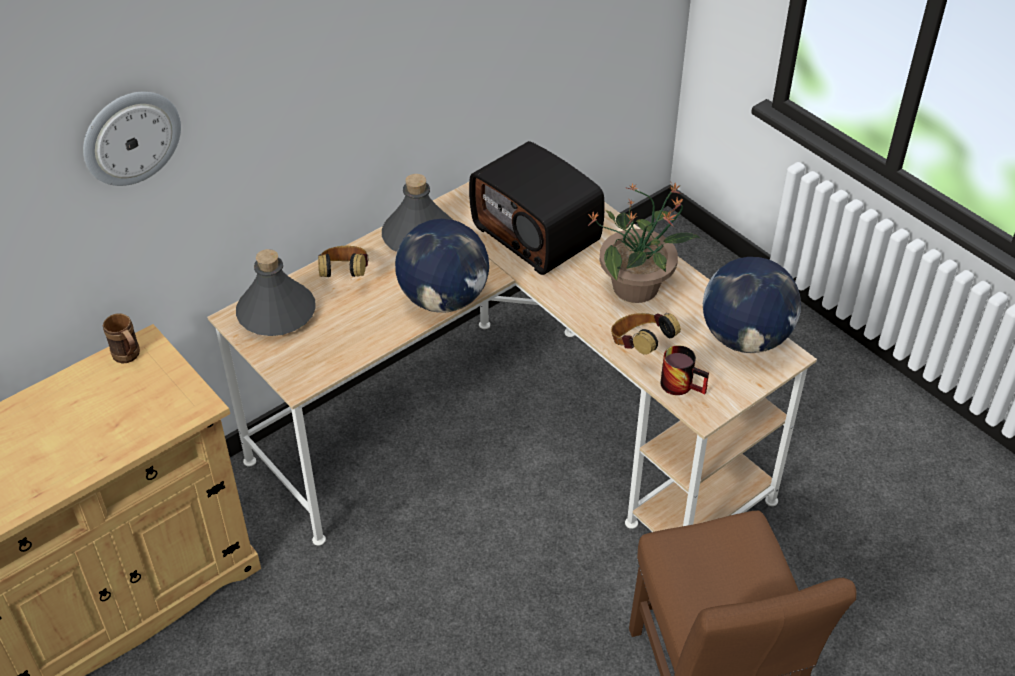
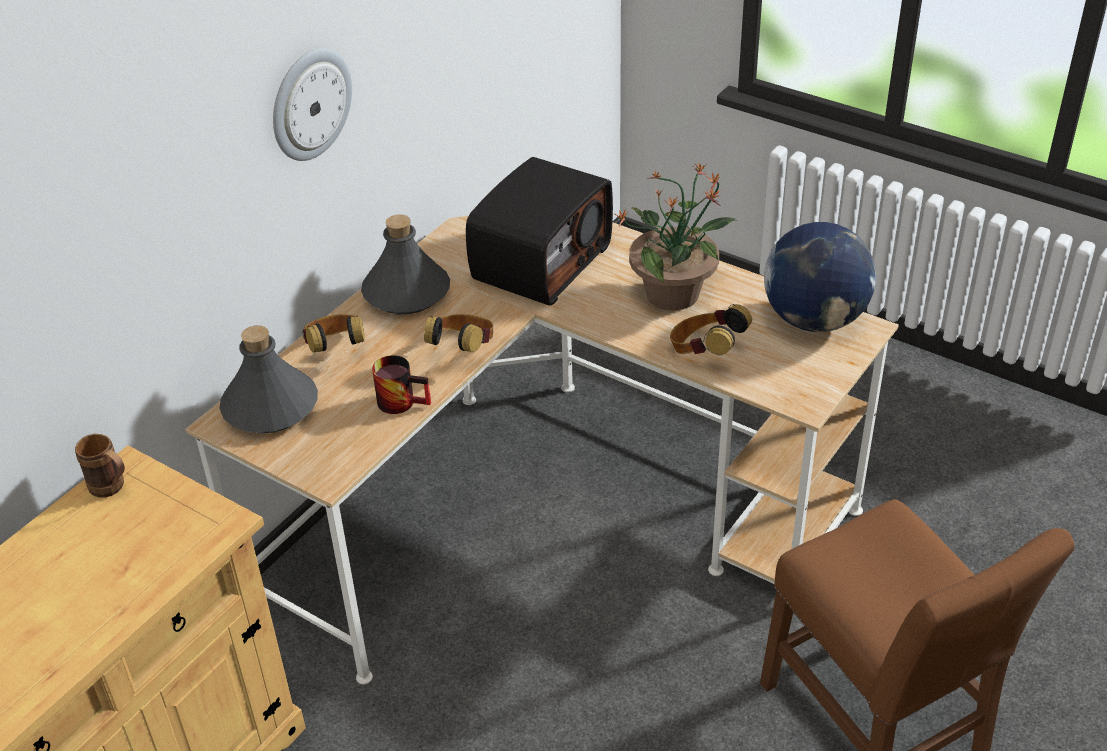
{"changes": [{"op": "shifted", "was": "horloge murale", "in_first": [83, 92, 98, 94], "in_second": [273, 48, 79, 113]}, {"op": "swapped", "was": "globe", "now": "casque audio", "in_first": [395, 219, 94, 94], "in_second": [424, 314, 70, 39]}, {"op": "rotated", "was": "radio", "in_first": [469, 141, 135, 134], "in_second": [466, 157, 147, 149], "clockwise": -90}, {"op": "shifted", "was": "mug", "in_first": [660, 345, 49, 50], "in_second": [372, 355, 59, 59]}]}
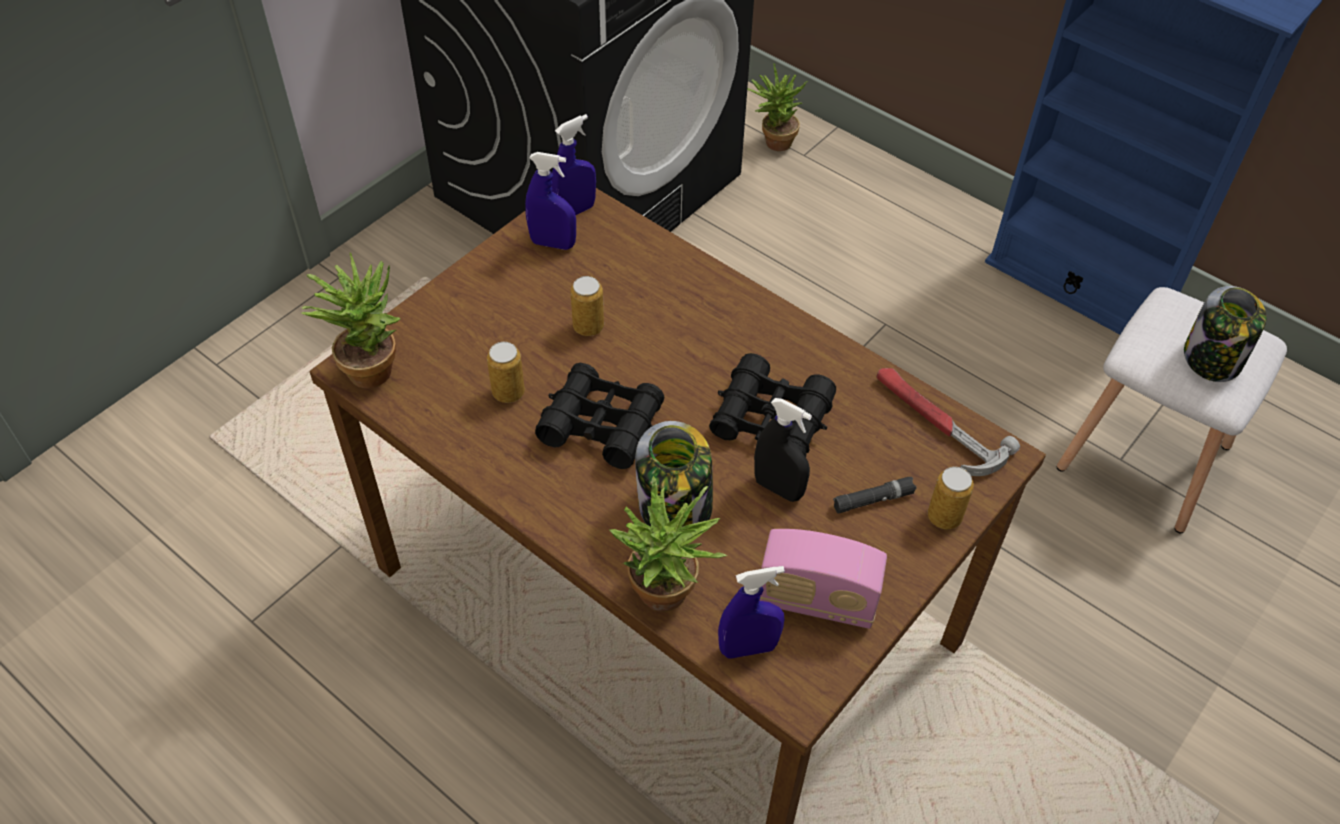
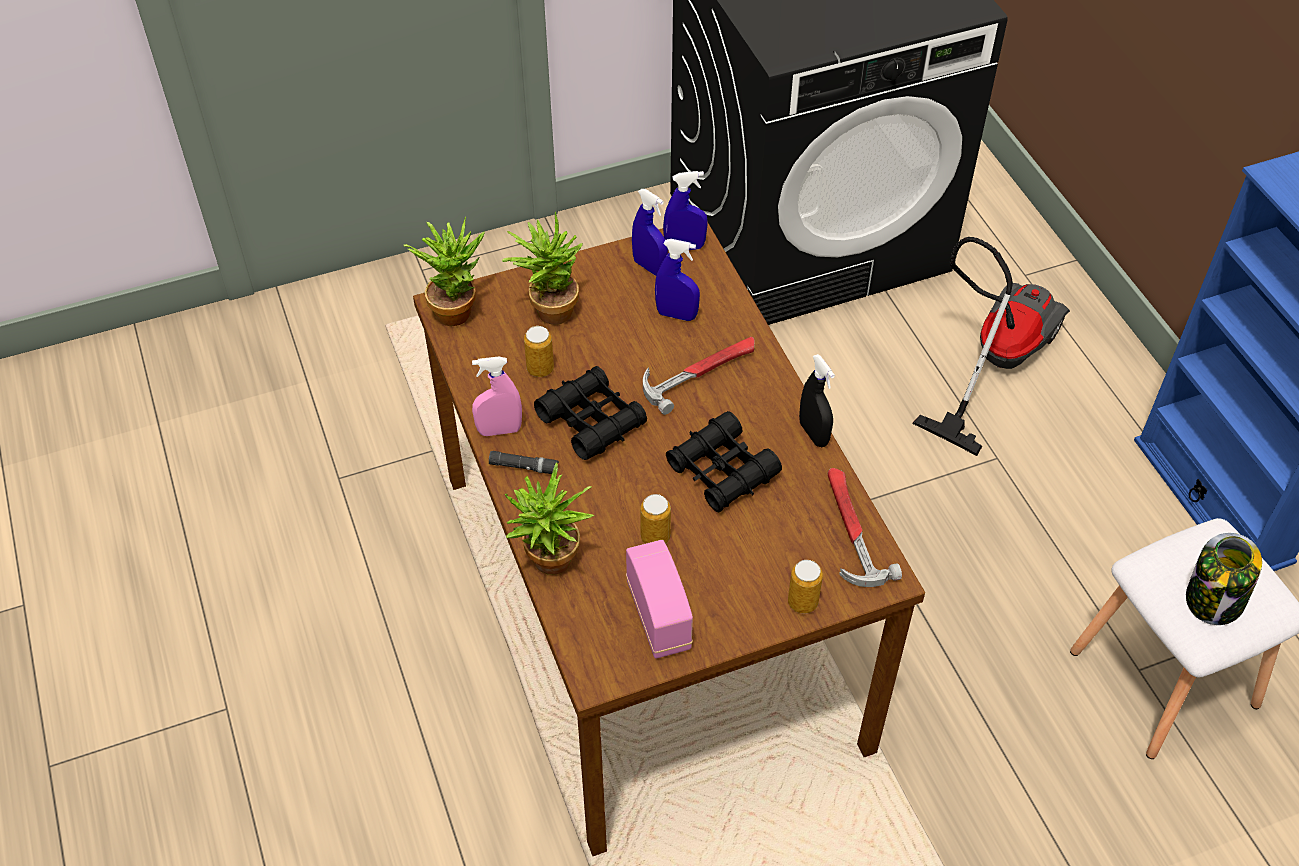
{"changes": [{"op": "shifted", "was": "boîte métallique", "in_first": [570, 276, 34, 60], "in_second": [640, 494, 31, 50]}, {"op": "gone", "was": "bocal", "in_first": [635, 421, 78, 106]}, {"op": "shifted", "was": "vaporisateur/bleu", "in_first": [718, 566, 67, 93], "in_second": [655, 239, 45, 82]}, {"op": "shifted", "was": "plante en pot", "in_first": [747, 63, 61, 88], "in_second": [502, 211, 81, 114]}, {"op": "shifted", "was": "vaporisateur/noir", "in_first": [754, 398, 58, 104], "in_second": [799, 354, 36, 93]}, {"op": "rotated", "was": "radio", "in_first": [759, 529, 128, 100], "in_second": [626, 540, 67, 118], "clockwise": -150}, {"op": "shifted", "was": "lampe de poche/noir", "in_first": [833, 477, 84, 37], "in_second": [489, 451, 70, 23]}, {"op": "new", "now": "vaporisateur/rose", "in_second": [472, 356, 50, 80]}, {"op": "new", "now": "marteau", "in_second": [643, 337, 112, 78]}, {"op": "new", "now": "aspirateur", "in_second": [912, 237, 158, 219]}]}
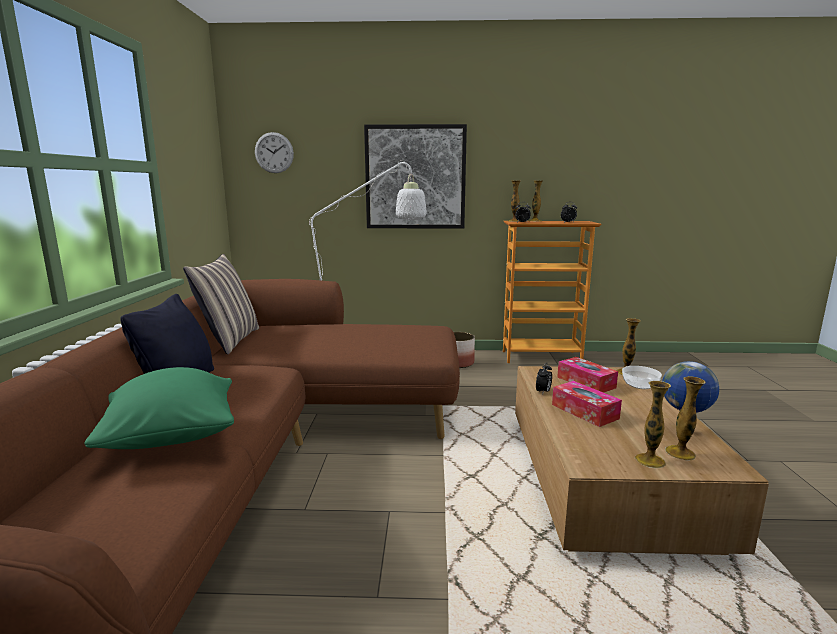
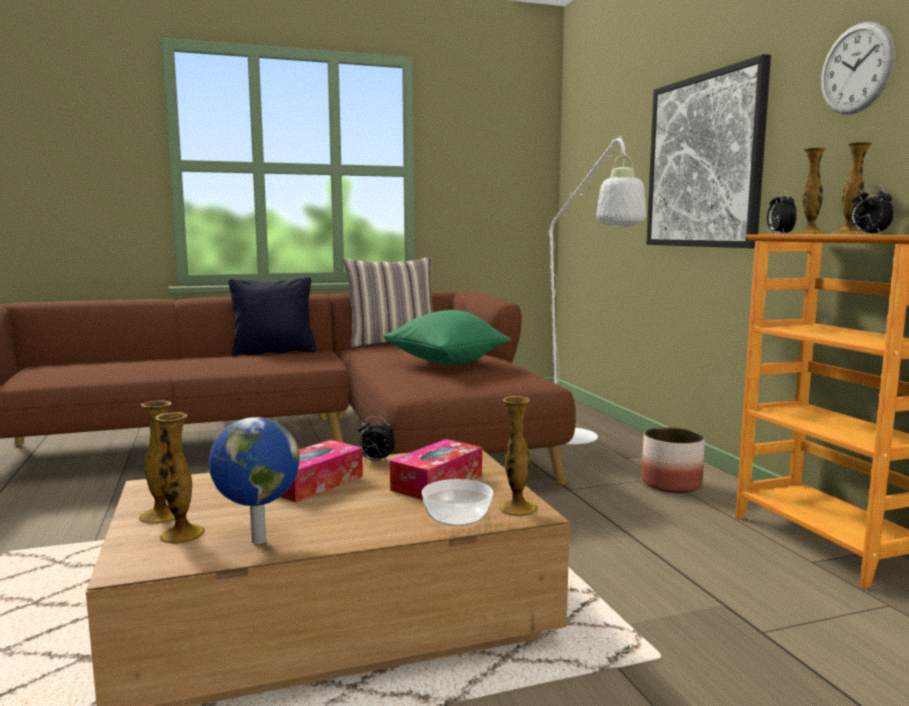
{"changes": [{"op": "shifted", "was": "coussin/vert", "in_first": [84, 367, 150, 82], "in_second": [383, 310, 128, 55]}, {"op": "shifted", "was": "horloge murale", "in_first": [255, 132, 39, 41], "in_second": [821, 21, 74, 93]}]}
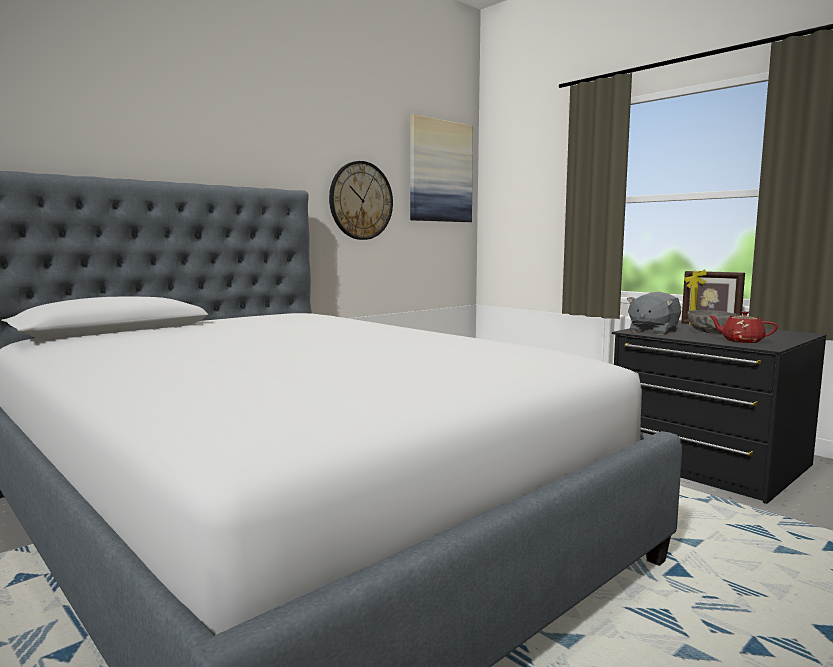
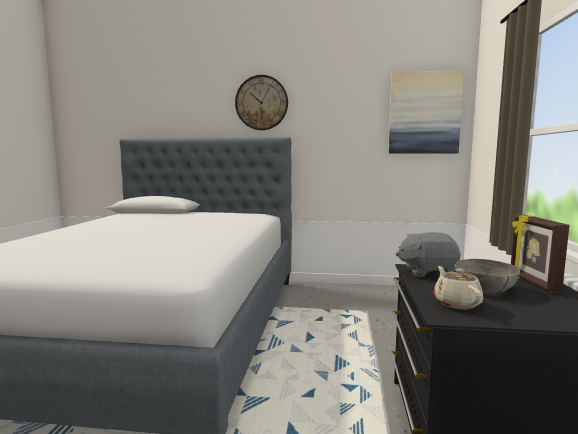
{"changes": [{"op": "shifted", "was": "horloge murale", "in_first": [329, 161, 64, 79], "in_second": [235, 75, 53, 55]}, {"op": "repainted", "was": "théière/rouge", "now": "théière/beige", "in_first": [709, 311, 69, 32], "in_second": [434, 266, 49, 43]}]}
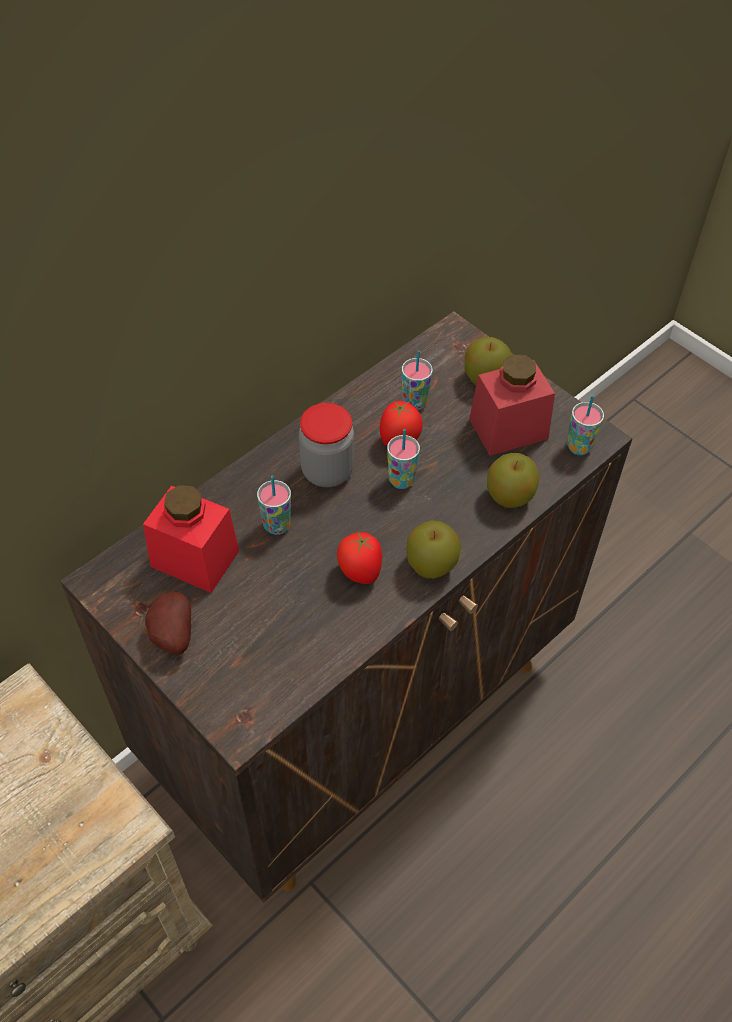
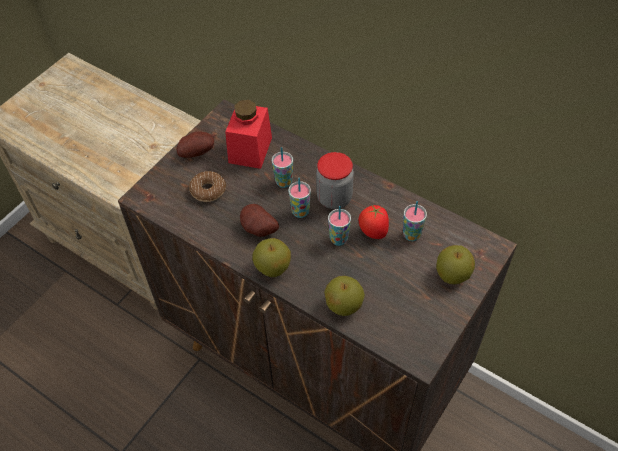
{"changes": [{"op": "swapped", "was": "tomate", "now": "pomme de terre", "in_first": [337, 532, 45, 52], "in_second": [240, 204, 39, 33]}, {"op": "gone", "was": "bocal/rouge", "in_first": [469, 355, 86, 101]}, {"op": "shifted", "was": "tasse", "in_first": [567, 395, 37, 60], "in_second": [288, 178, 23, 40]}, {"op": "new", "now": "beignet", "in_second": [189, 171, 37, 31]}]}
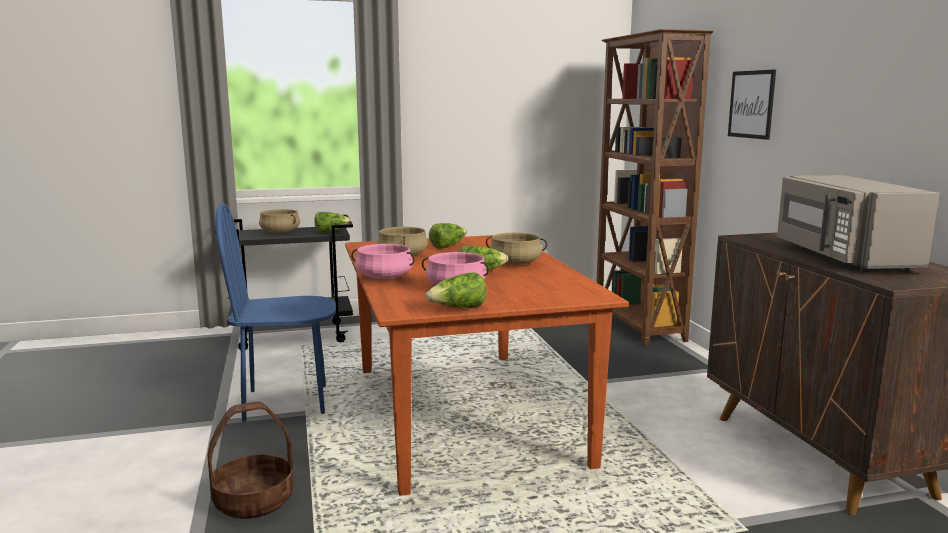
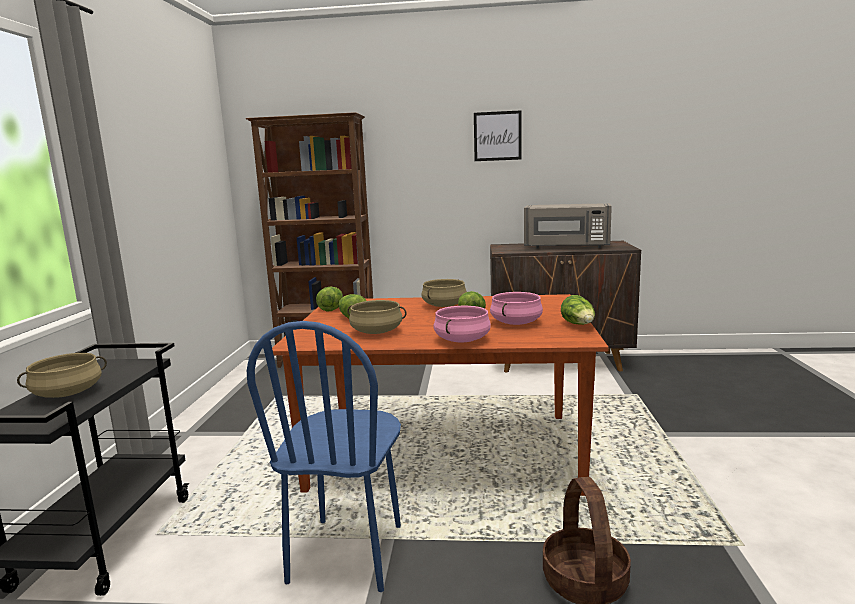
{"changes": [{"op": "shifted", "was": "laitue", "in_first": [314, 212, 38, 21], "in_second": [316, 287, 27, 25]}, {"op": "shifted", "was": "tableau", "in_first": [728, 70, 48, 70], "in_second": [474, 110, 47, 51]}]}
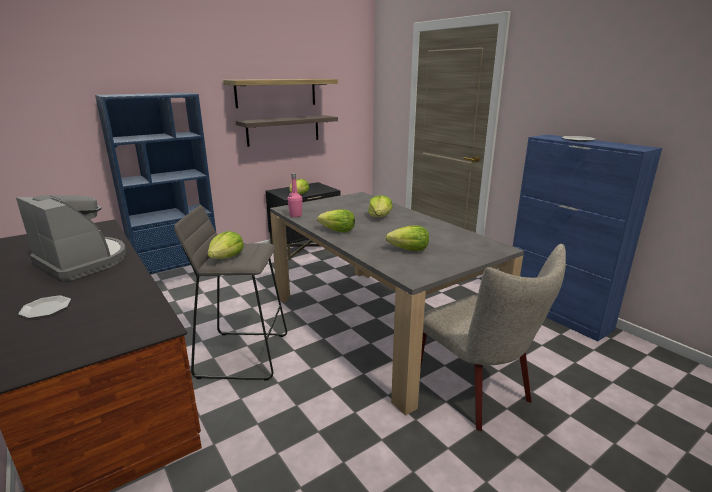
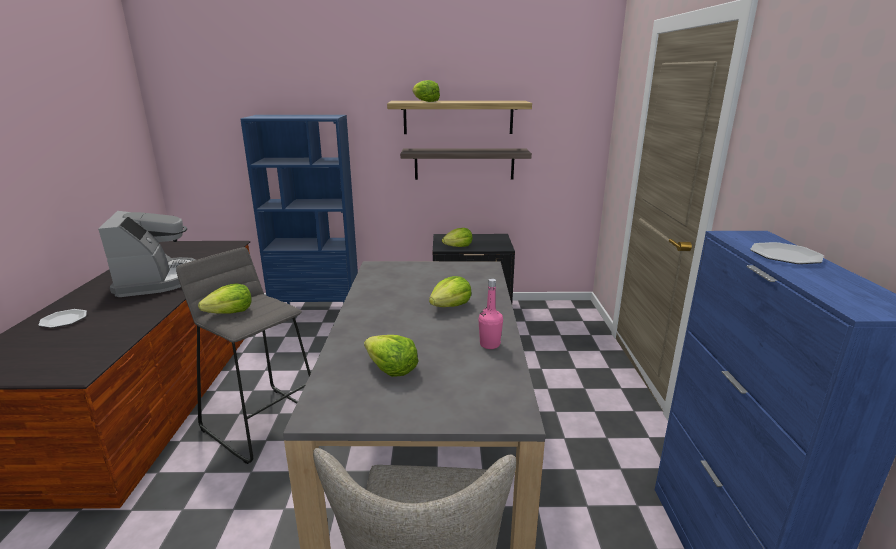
{"changes": [{"op": "shifted", "was": "bouteille/rose", "in_first": [287, 173, 15, 44], "in_second": [478, 279, 25, 70]}, {"op": "shifted", "was": "laitue", "in_first": [317, 209, 38, 24], "in_second": [412, 80, 28, 22]}]}
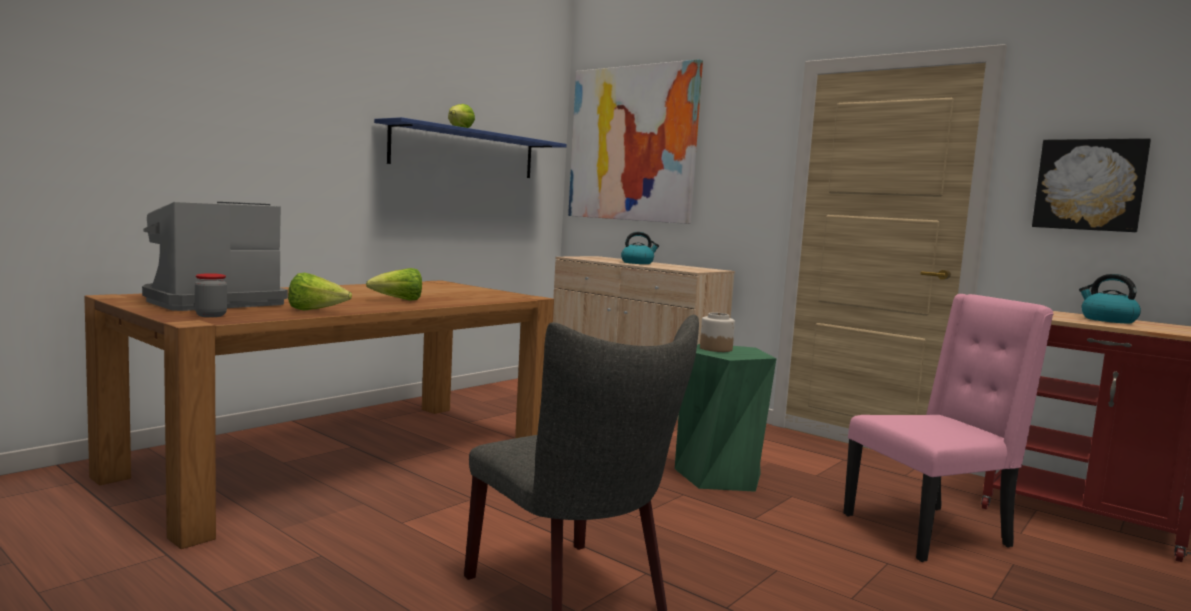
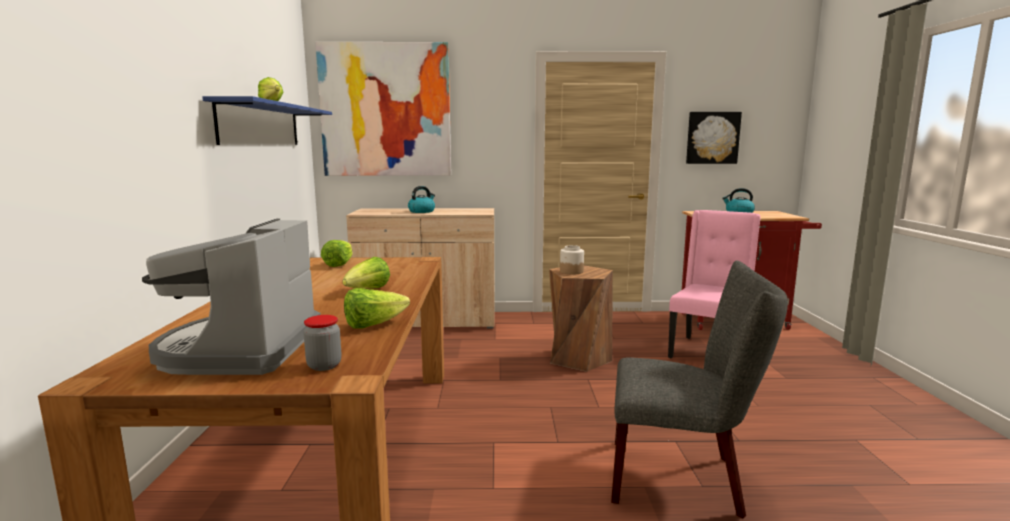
{"changes": [{"op": "repainted", "was": "tabouret/vert", "now": "tabouret/marron", "in_first": [675, 344, 102, 148], "in_second": [549, 265, 64, 107]}, {"op": "new", "now": "laitue", "in_second": [321, 240, 31, 27]}]}
